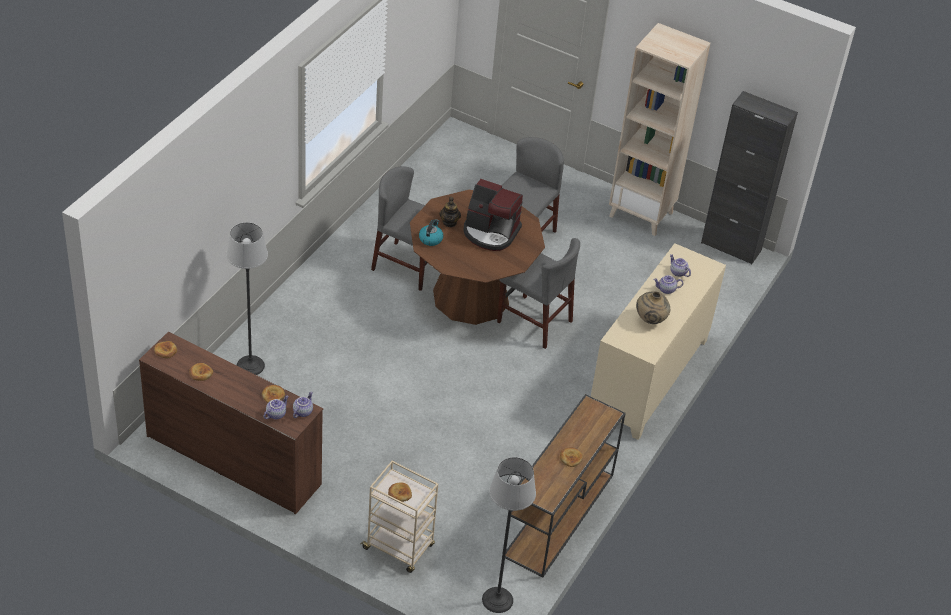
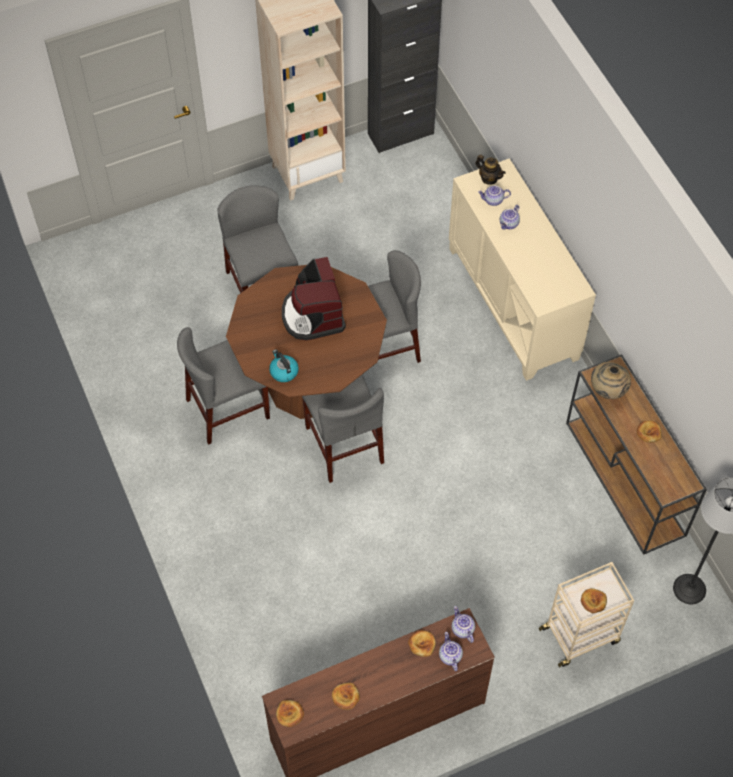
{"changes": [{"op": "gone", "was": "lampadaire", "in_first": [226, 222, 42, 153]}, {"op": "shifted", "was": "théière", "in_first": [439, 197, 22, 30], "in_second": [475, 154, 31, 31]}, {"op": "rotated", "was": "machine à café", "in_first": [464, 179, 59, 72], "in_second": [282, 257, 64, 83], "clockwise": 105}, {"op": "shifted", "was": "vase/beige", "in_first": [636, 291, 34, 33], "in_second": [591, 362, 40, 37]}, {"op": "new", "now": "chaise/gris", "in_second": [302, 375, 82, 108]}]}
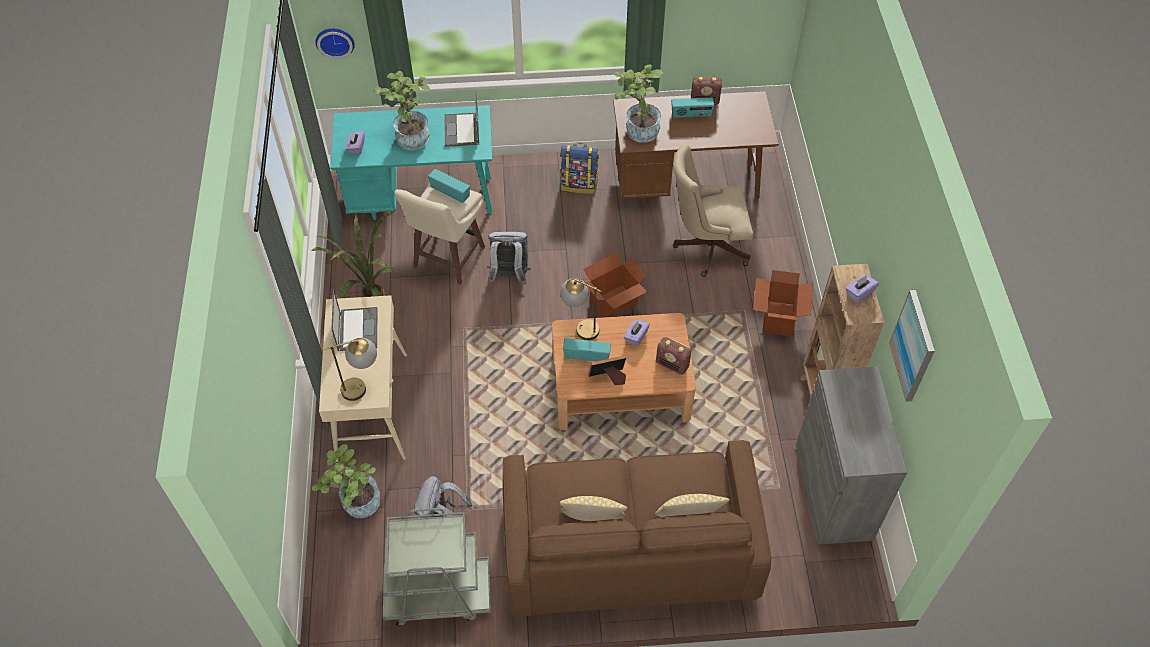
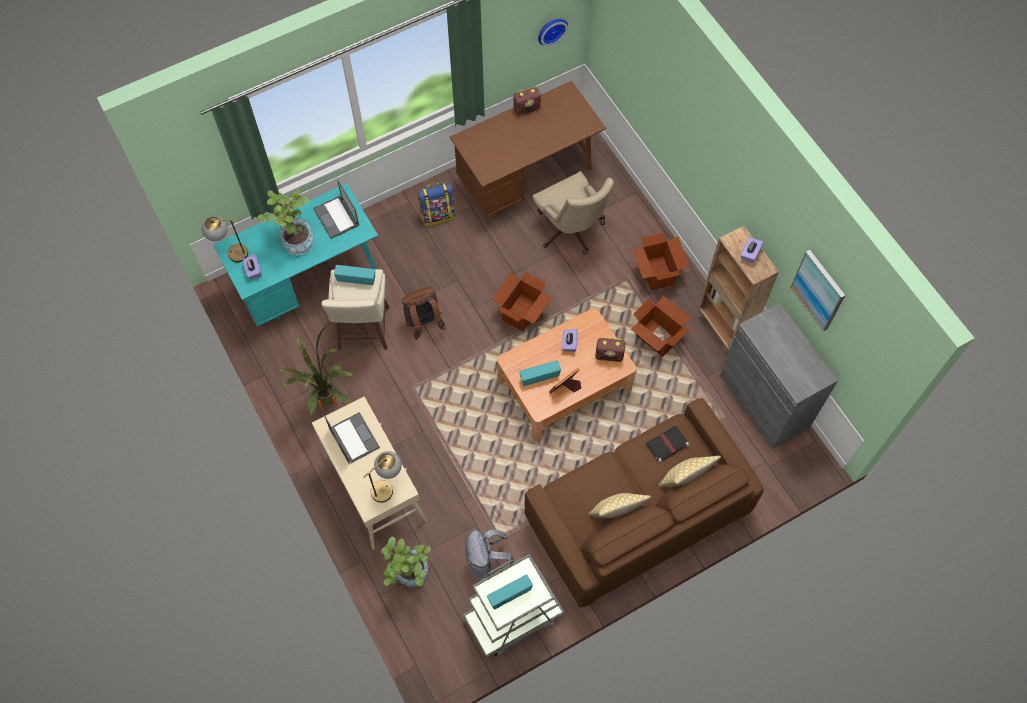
{"changes": [{"op": "shifted", "was": "horloge murale", "in_first": [315, 28, 40, 31], "in_second": [538, 19, 30, 27]}, {"op": "repainted", "was": "sac à dos/gris", "now": "sac à dos/marron", "in_first": [487, 232, 44, 53], "in_second": [402, 287, 44, 53]}, {"op": "shifted", "was": "lampe de table", "in_first": [560, 278, 42, 62], "in_second": [202, 216, 46, 47]}, {"op": "gone", "was": "plante en pot", "in_first": [614, 64, 49, 79]}, {"op": "shifted", "was": "radio", "in_first": [671, 97, 43, 22], "in_second": [487, 574, 46, 36]}, {"op": "rotated", "was": "chaise de bureau/beige", "in_first": [673, 144, 80, 133], "in_second": [533, 171, 81, 84], "clockwise": -90}, {"op": "new", "now": "carton", "in_second": [631, 296, 60, 61]}, {"op": "new", "now": "livre/noir", "in_second": [646, 426, 43, 37]}]}
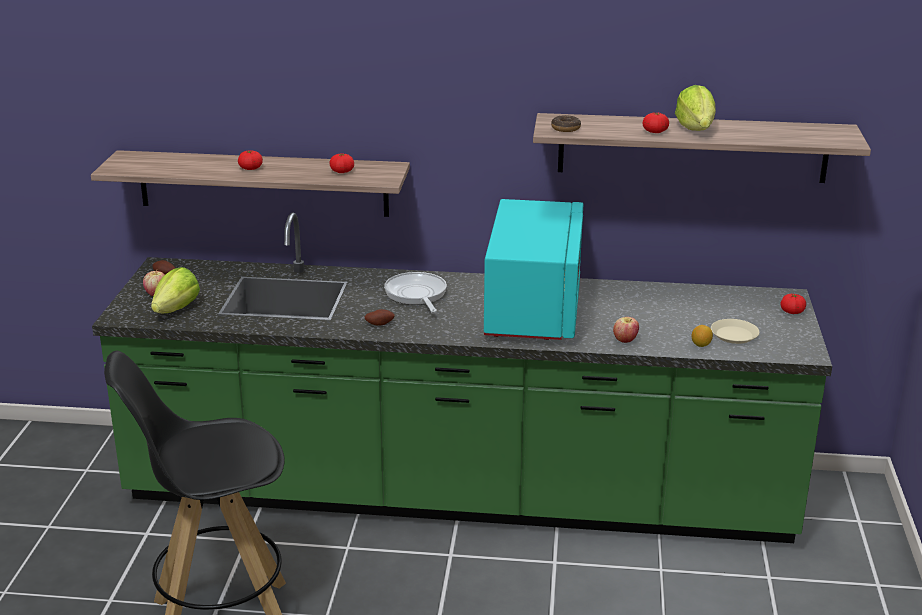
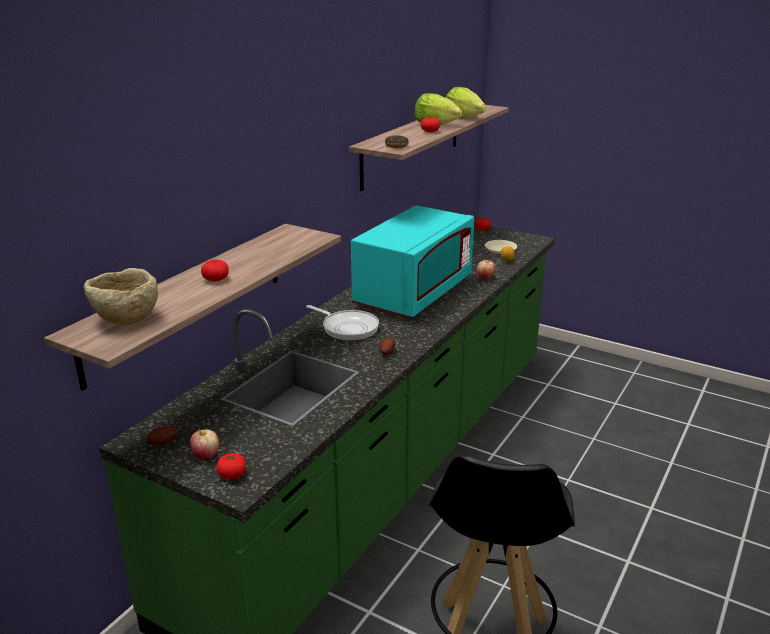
{"changes": [{"op": "shifted", "was": "laitue", "in_first": [151, 267, 49, 46], "in_second": [446, 87, 40, 31]}, {"op": "shifted", "was": "tomate", "in_first": [330, 153, 24, 20], "in_second": [216, 453, 30, 26]}, {"op": "rotated", "was": "poêle", "in_first": [384, 272, 63, 41], "in_second": [306, 305, 73, 36], "clockwise": -150}, {"op": "rotated", "was": "micro-ondes/turquoise", "in_first": [484, 199, 100, 141], "in_second": [351, 205, 123, 112], "clockwise": 90}, {"op": "new", "now": "bol/beige", "in_second": [83, 268, 75, 57]}]}
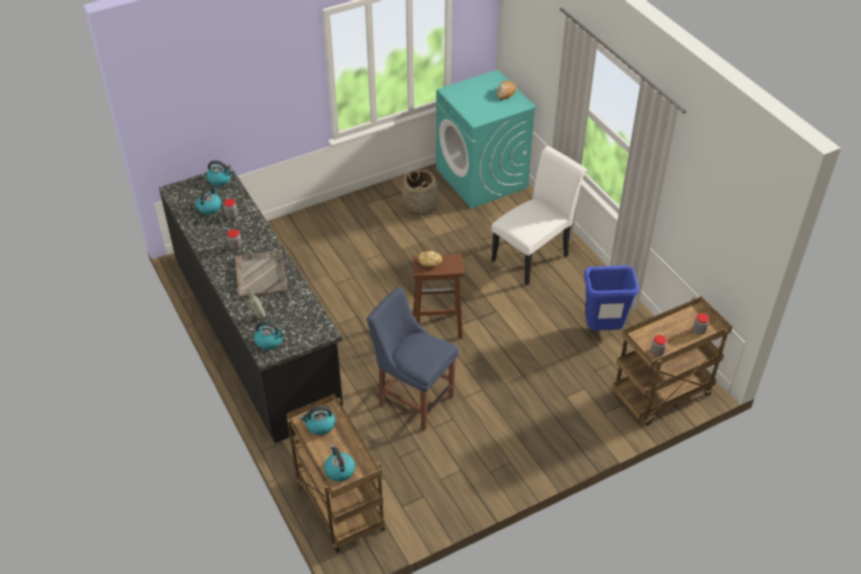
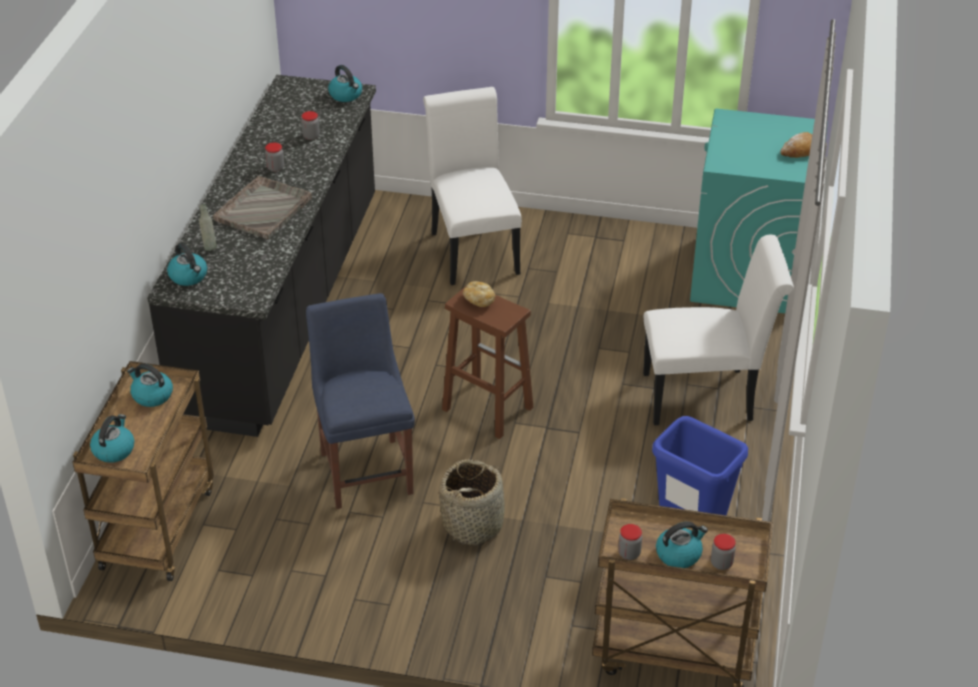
{"changes": [{"op": "shifted", "was": "bouilloire", "in_first": [196, 187, 25, 28], "in_second": [656, 522, 52, 46]}, {"op": "shifted", "was": "panier", "in_first": [402, 169, 35, 47], "in_second": [439, 459, 66, 87]}, {"op": "new", "now": "chaise/blanc", "in_second": [423, 87, 99, 198]}]}
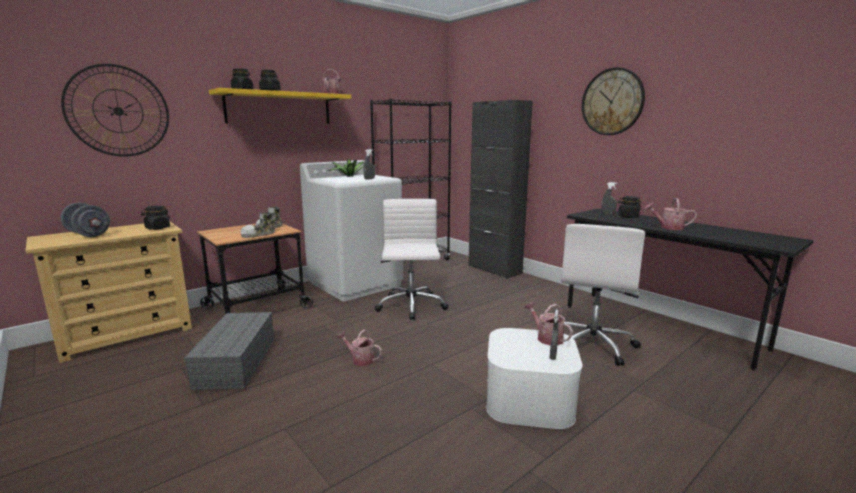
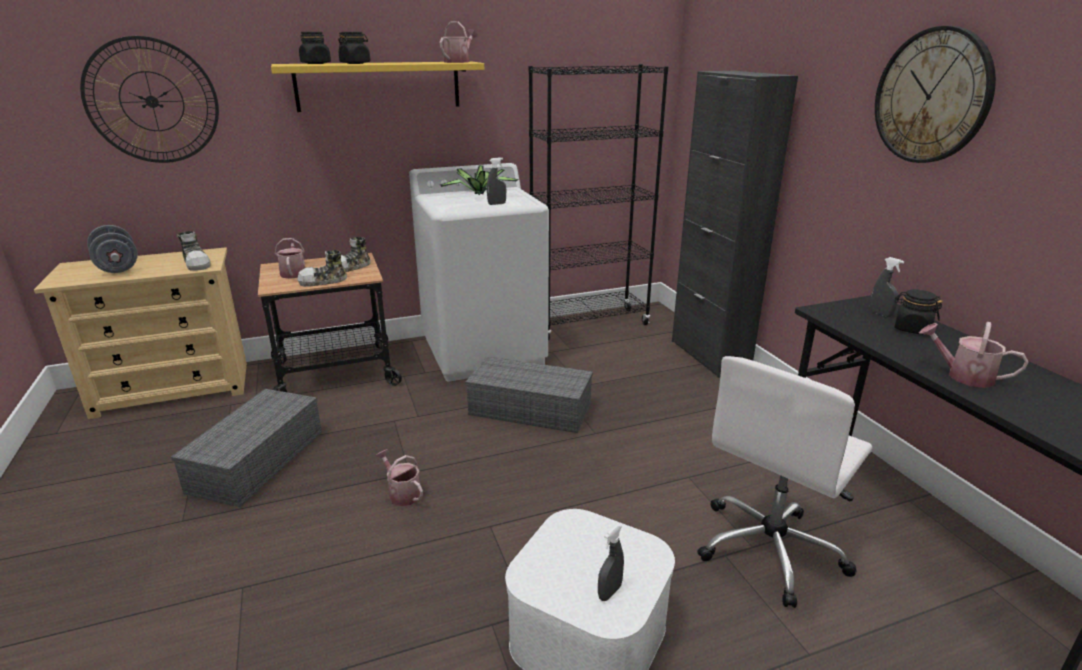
{"changes": [{"op": "swapped", "was": "bocal/noir", "now": "chaussure", "in_first": [141, 206, 29, 24], "in_second": [177, 231, 34, 40]}, {"op": "swapped", "was": "chaise de bureau/blanc", "now": "boîte de rangement/gris", "in_first": [374, 199, 75, 121], "in_second": [465, 357, 128, 76]}, {"op": "shifted", "was": "arrosoir", "in_first": [524, 302, 49, 44], "in_second": [275, 237, 31, 42]}]}
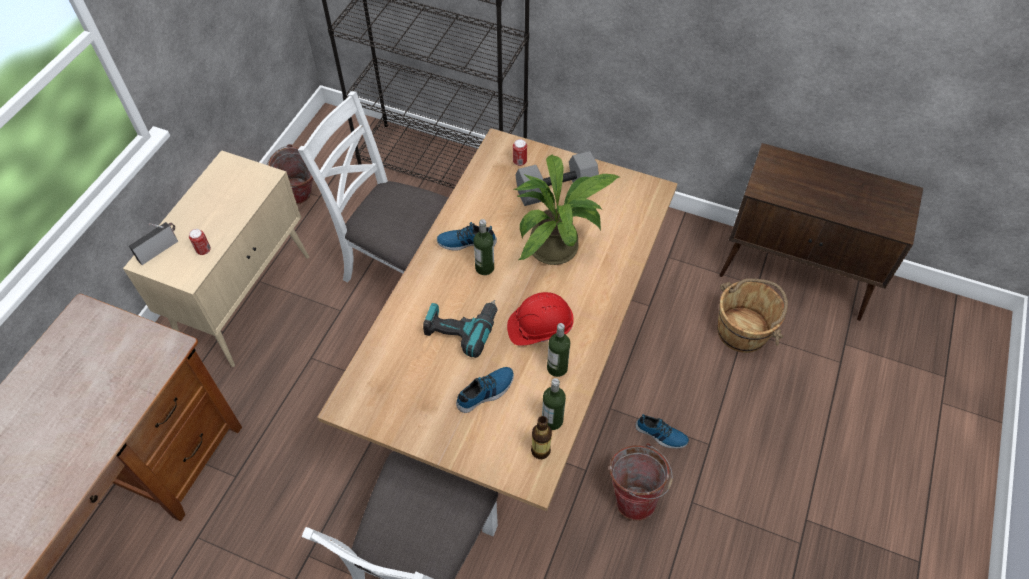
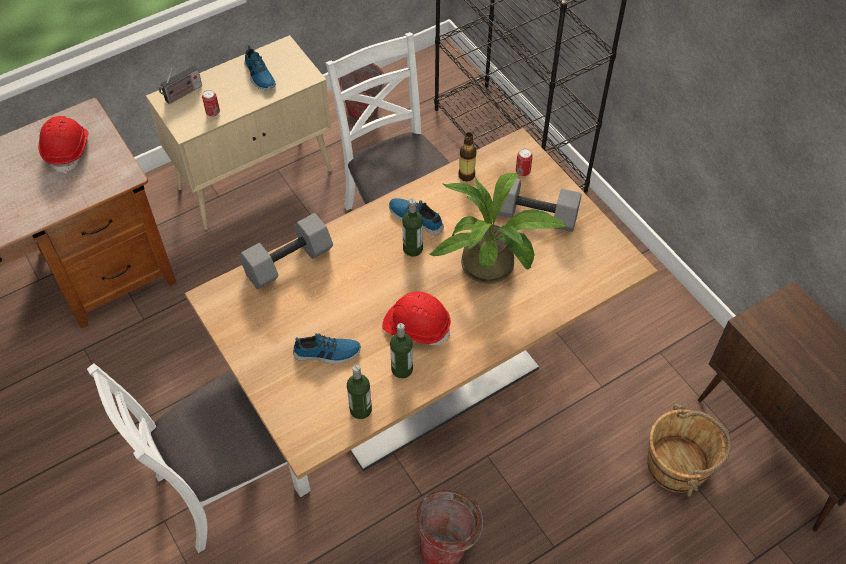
{"changes": [{"op": "rotated", "was": "radio", "in_first": [129, 222, 49, 43], "in_second": [159, 65, 43, 39], "clockwise": 150}, {"op": "gone", "was": "perceuse", "in_first": [423, 300, 75, 58]}, {"op": "shifted", "was": "bouteille", "in_first": [531, 416, 21, 43], "in_second": [458, 132, 19, 50]}, {"op": "shifted", "was": "chaussure", "in_first": [635, 414, 54, 34], "in_second": [244, 45, 32, 45]}, {"op": "new", "now": "casque de chantier/rouge", "in_second": [38, 116, 50, 58]}, {"op": "new", "now": "haltère/gris", "in_second": [239, 213, 94, 76]}]}
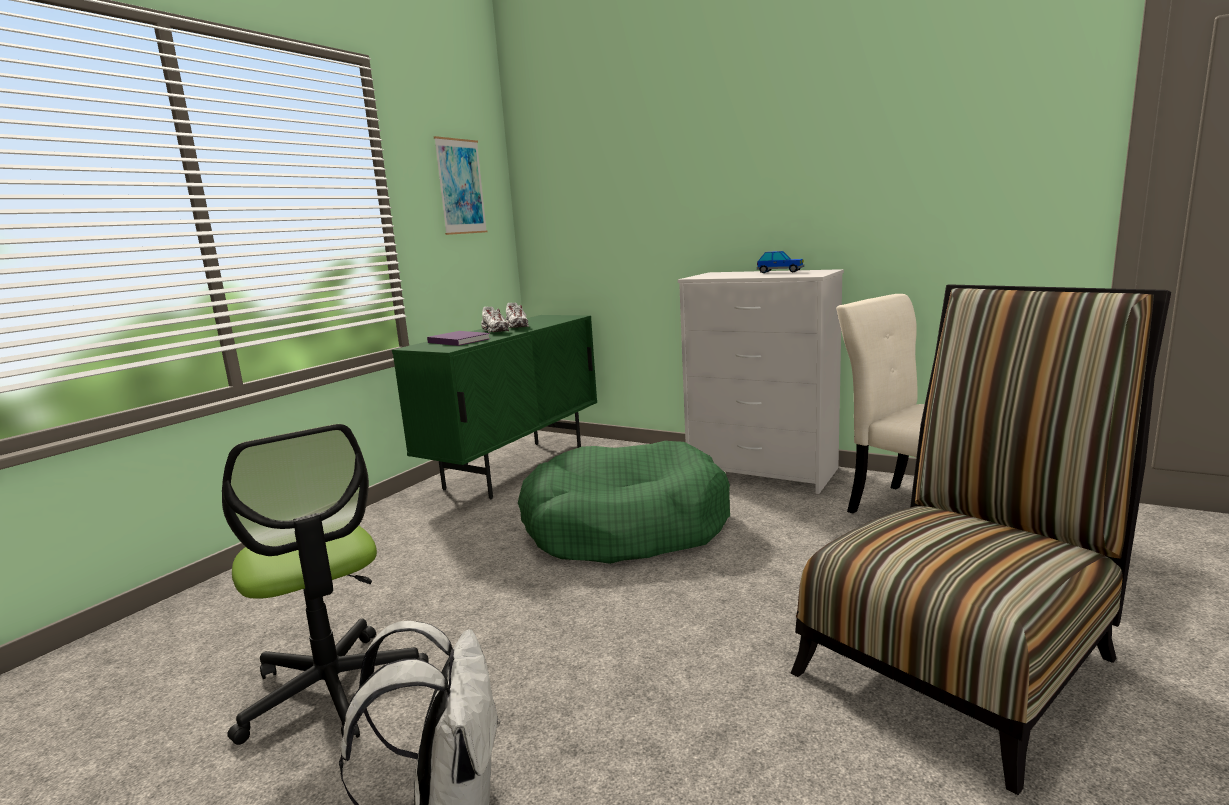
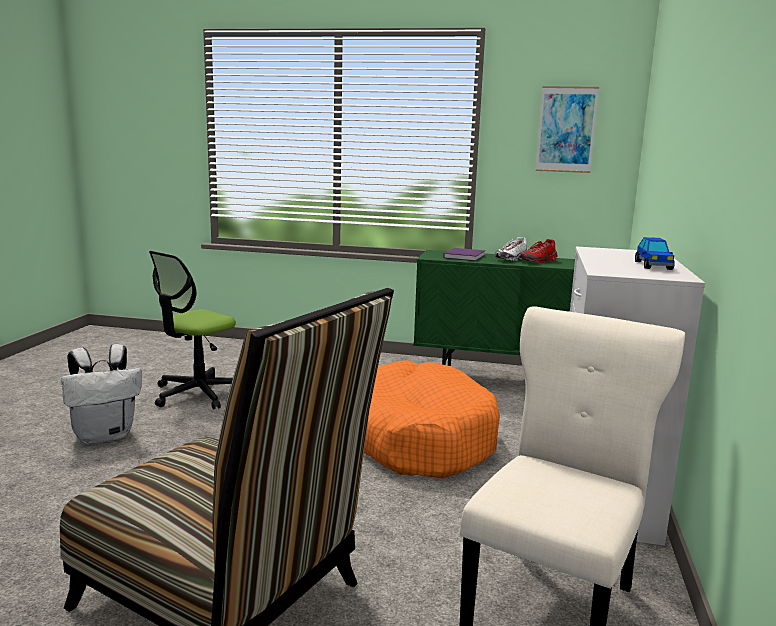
{"changes": [{"op": "repainted", "was": "chaussure/blanc", "now": "chaussure/rouge", "in_first": [506, 303, 23, 25], "in_second": [520, 239, 37, 24]}, {"op": "repainted", "was": "panier pour chien/vert", "now": "panier pour chien/orange", "in_first": [518, 441, 212, 123], "in_second": [364, 360, 136, 118]}]}
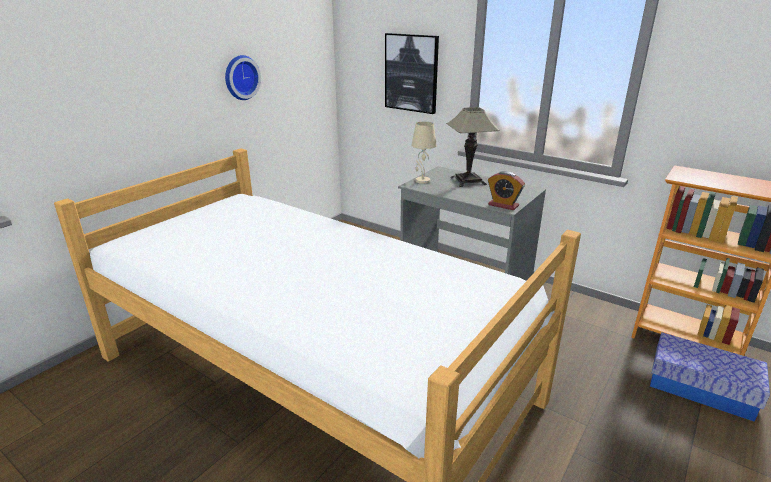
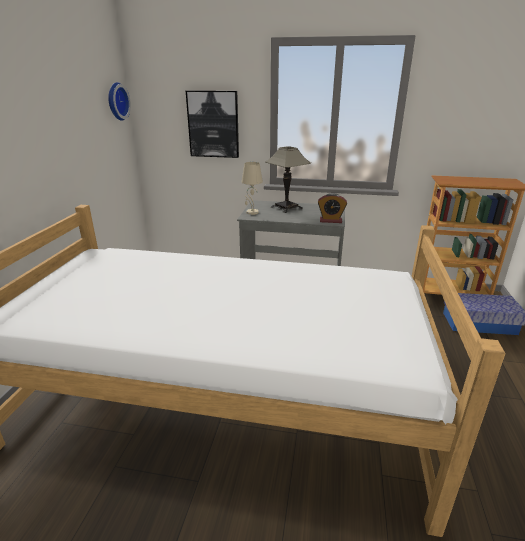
{"changes": [{"op": "shifted", "was": "horloge murale", "in_first": [225, 55, 36, 45], "in_second": [108, 82, 23, 39]}]}
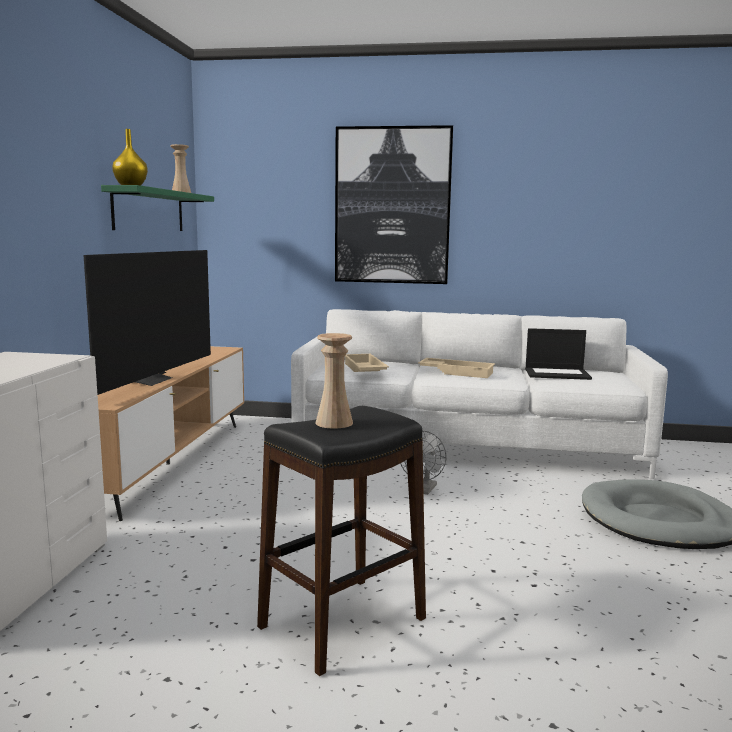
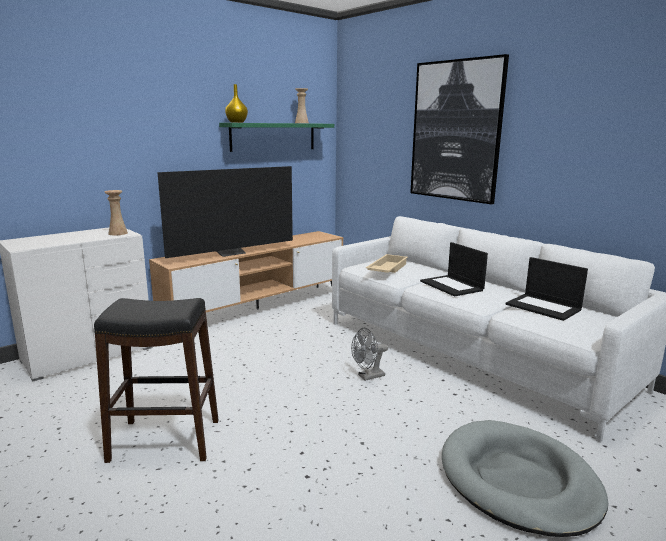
{"changes": [{"op": "shifted", "was": "vase/beige", "in_first": [315, 333, 38, 96], "in_second": [104, 190, 24, 45]}, {"op": "swapped", "was": "plateau/beige", "now": "ordinateur portable", "in_first": [418, 358, 77, 20], "in_second": [420, 242, 68, 55]}]}
